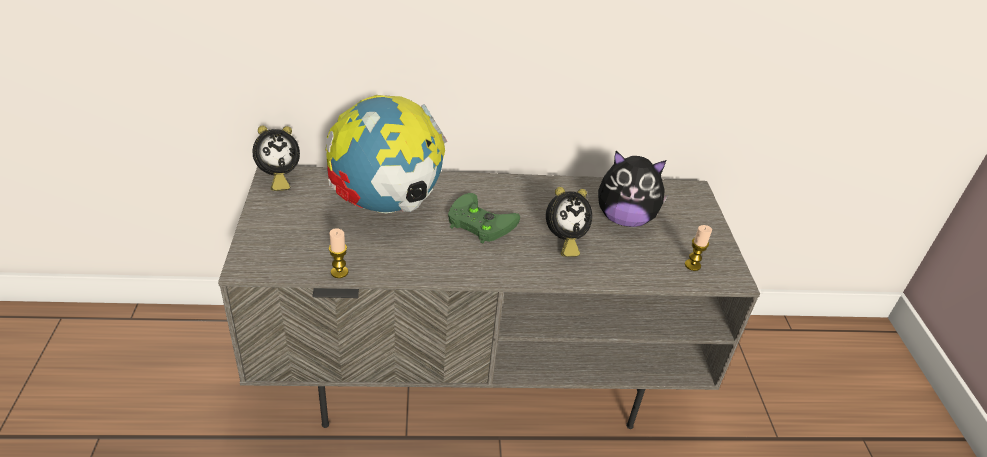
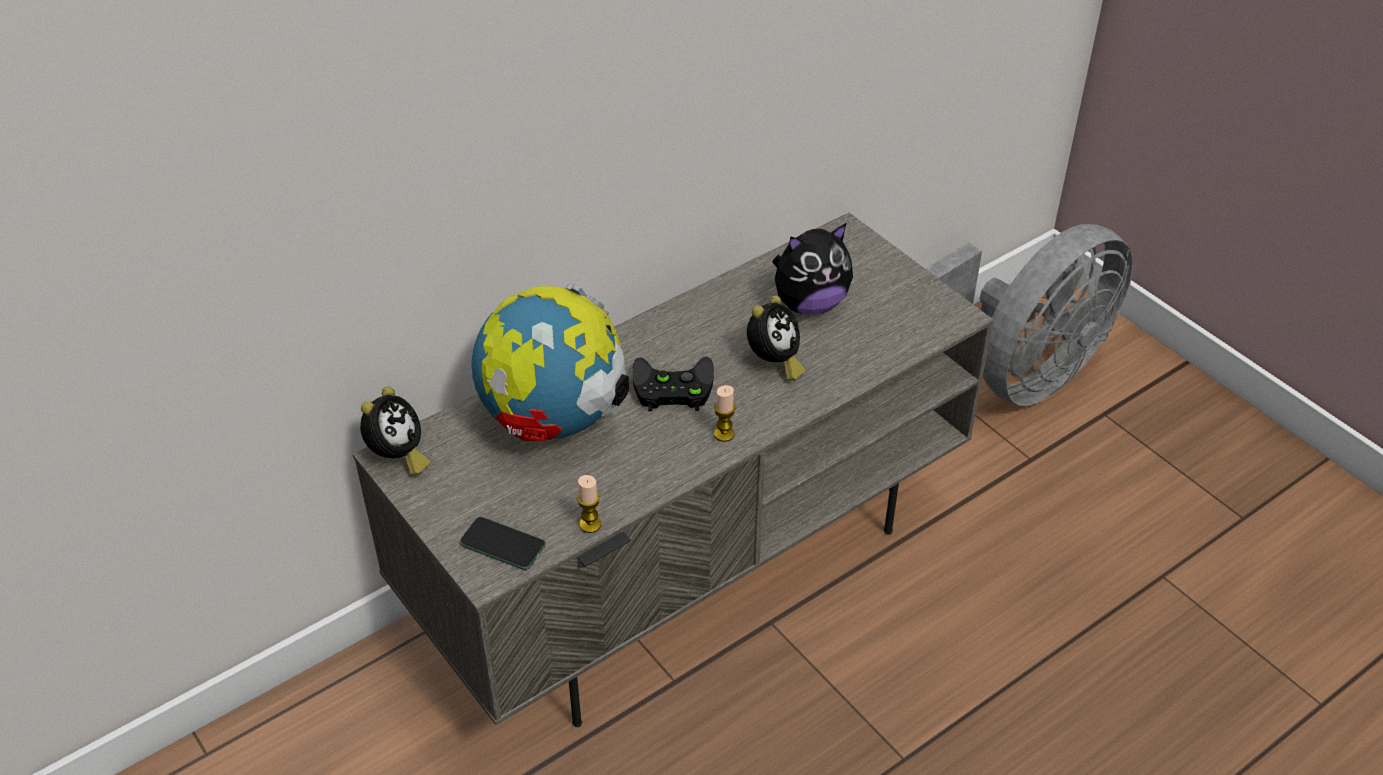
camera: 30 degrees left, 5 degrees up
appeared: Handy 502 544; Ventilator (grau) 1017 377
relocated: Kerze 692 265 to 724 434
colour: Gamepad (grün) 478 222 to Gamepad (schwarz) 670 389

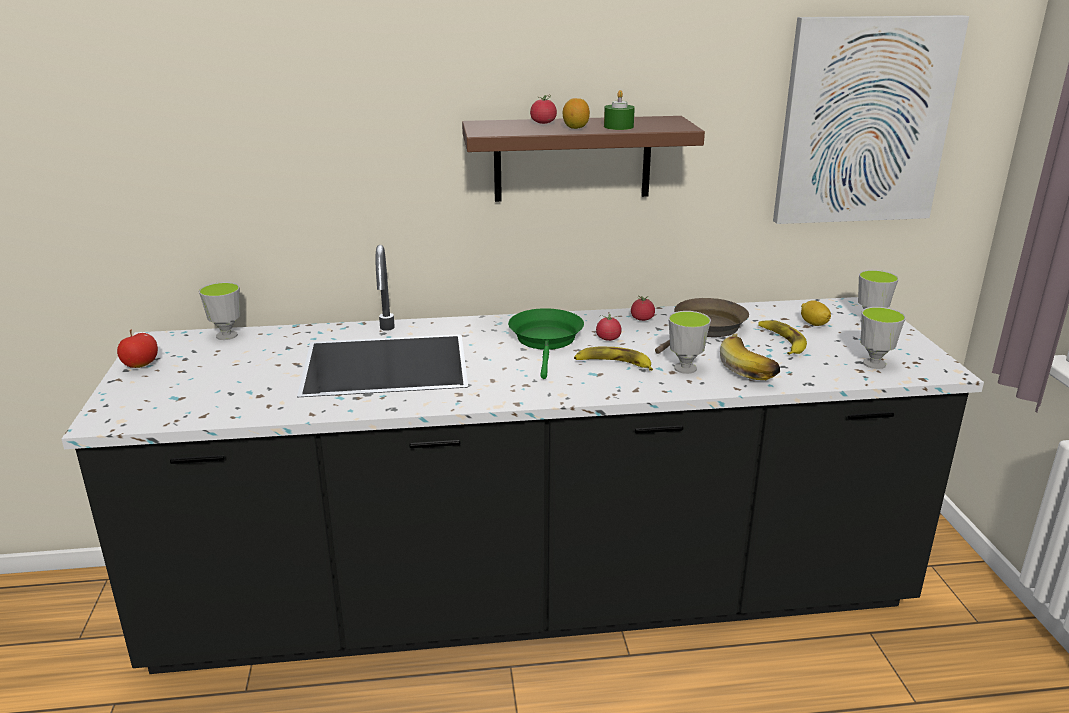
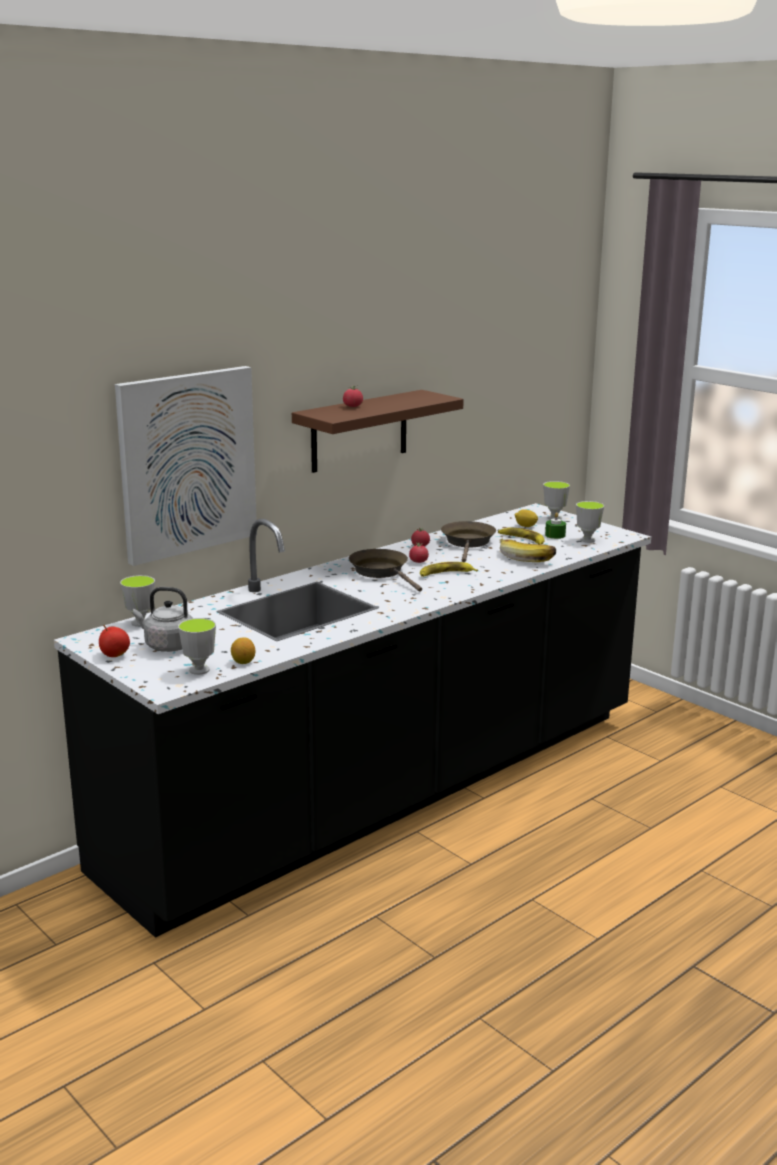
camera: 35 degrees left, 5 degrees down
appeared: Wasserkessel (grau) 167 646
relocated: Zitrone 575 128 to 243 662; Kerze (grün) 618 127 to 555 535; Tasse 685 368 to 199 670; Bild 864 121 to 187 463
colour: Pfanne (grün) 546 341 to Pfanne (braun) 382 572

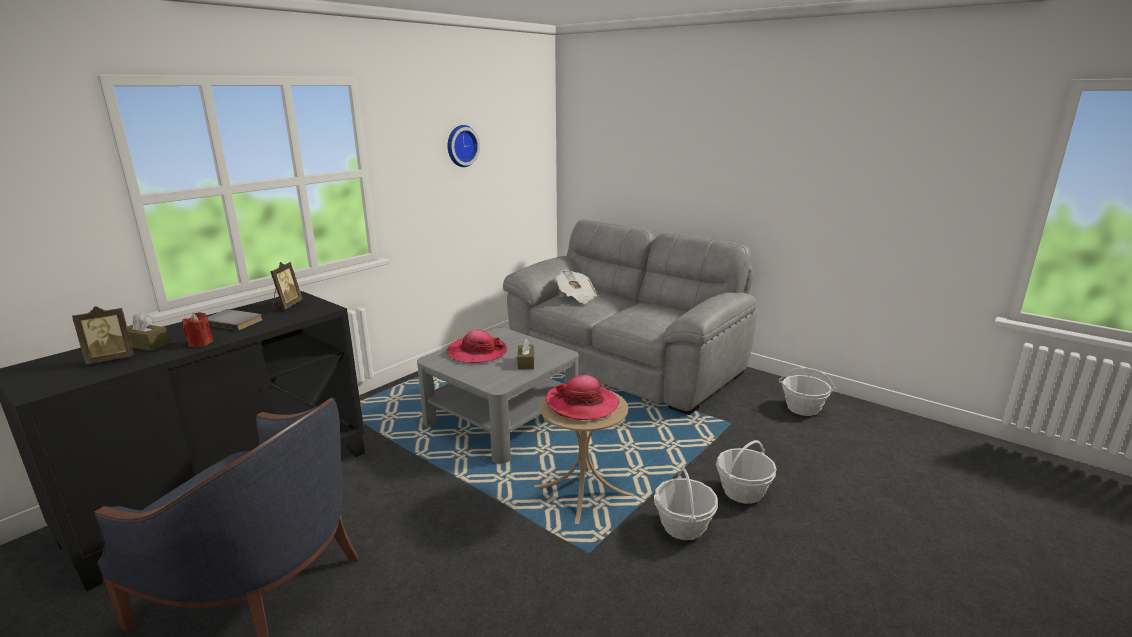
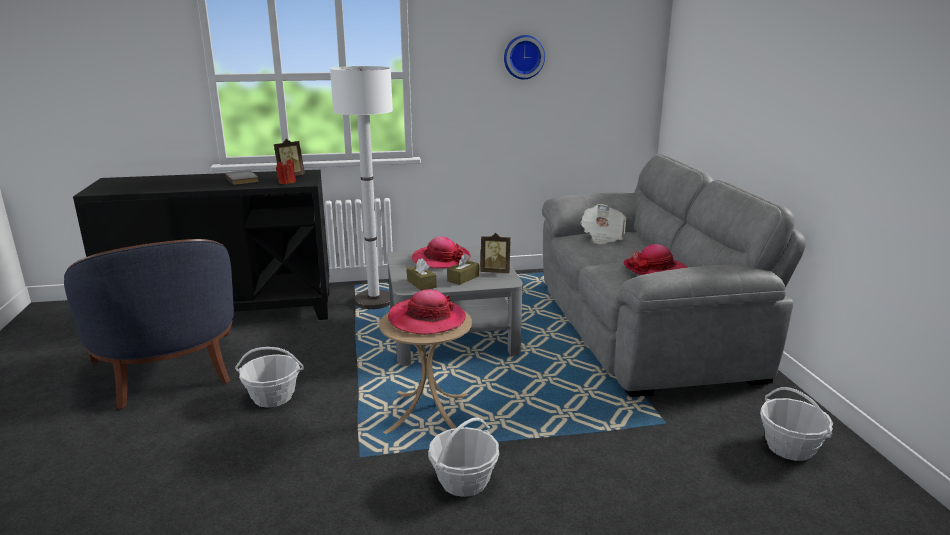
camera: 40 degrees right, 0 degrees up
appeared: Stehlampe (weiß) 374 301; Hut 655 270
relocated: Bilderrahmen 111 359 to 495 271; Taschentuchbox (braun) 146 344 to 421 284; Kerze (rot) 200 343 to 287 182; Korb 743 491 to 273 397

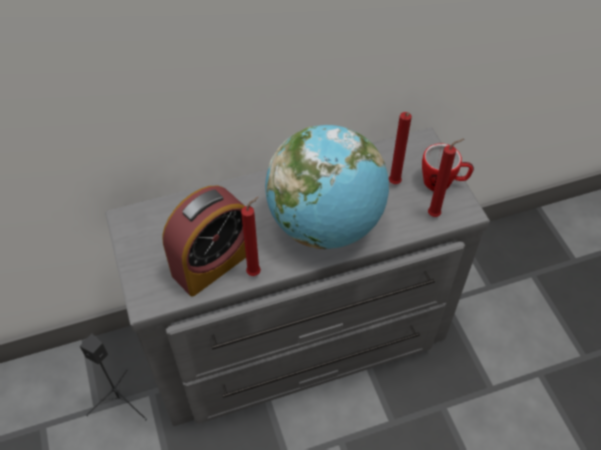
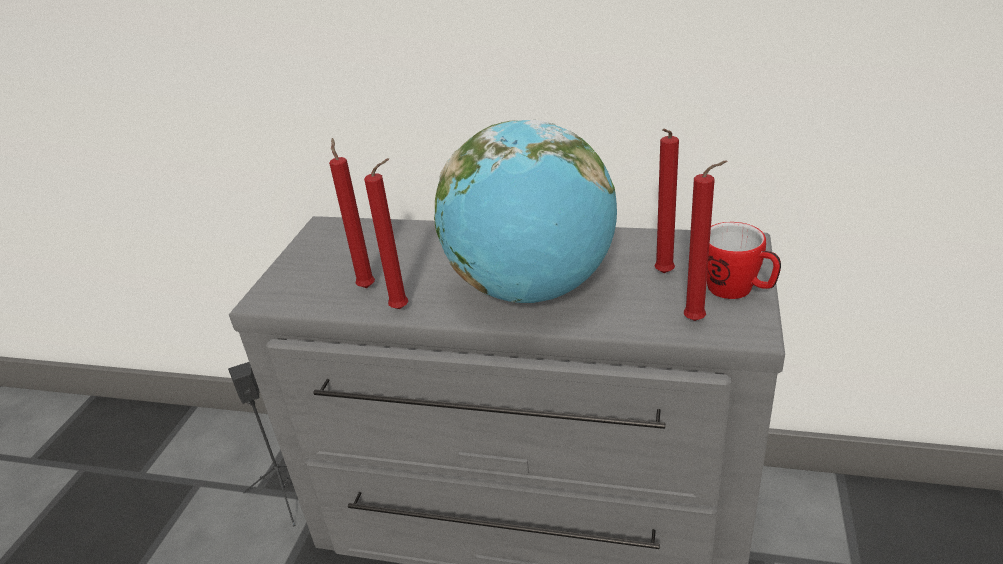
camera: 35 degrees right, 20 degrees down
exchanged: Wecker 213 262 to Kerze (rot) 366 286

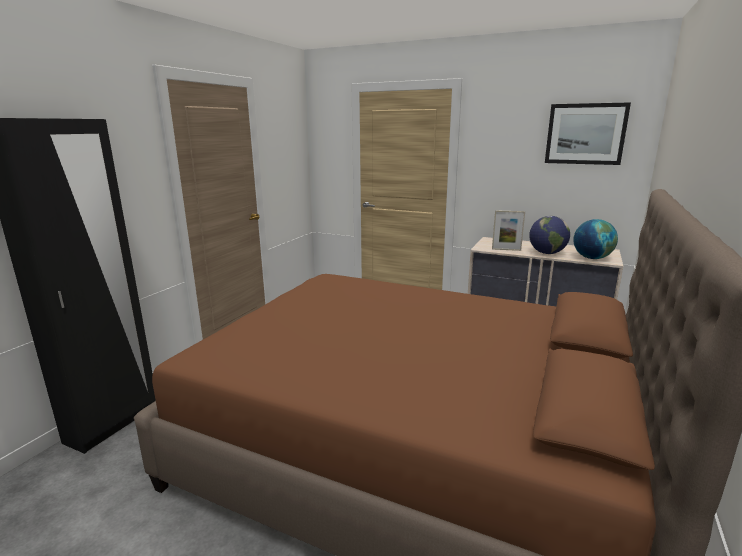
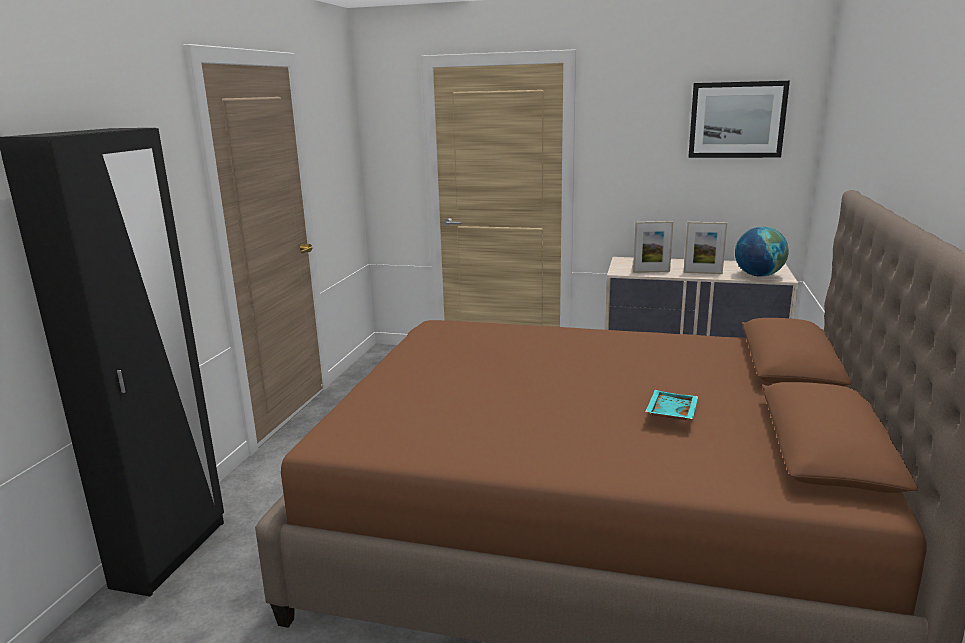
camera: 10 degrees left, 0 degrees up
appeared: Tablett (türkis) 670 414
exchanged: Globus 547 253 to Bilderrahmen 703 273

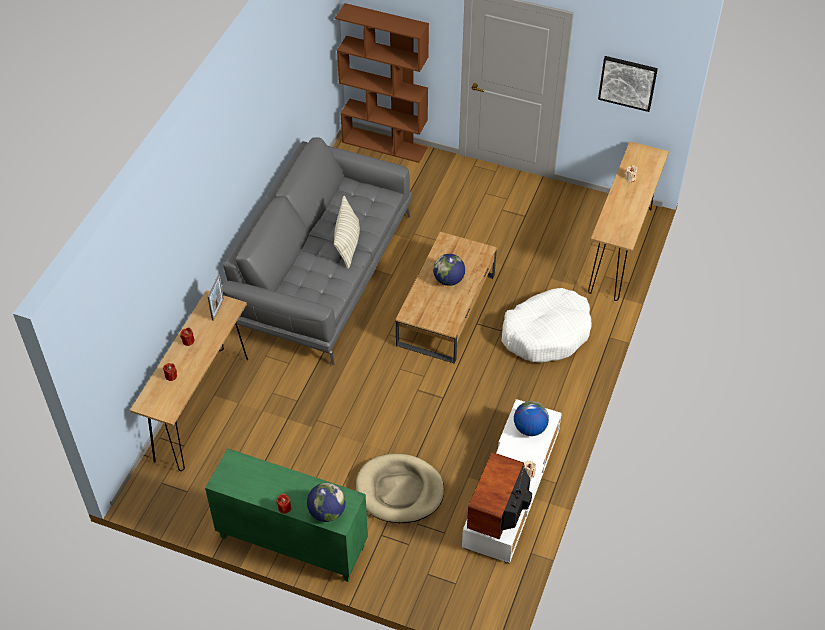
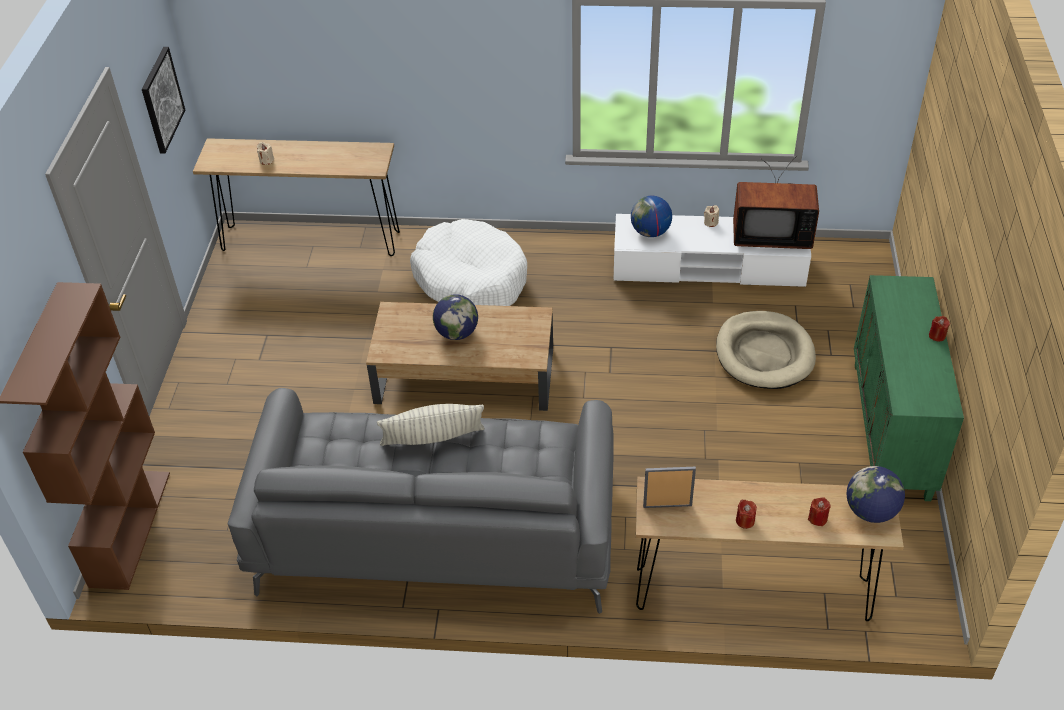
camera: 105 degrees left, 5 degrees down
relocated: Globus 327 512 to 871 511

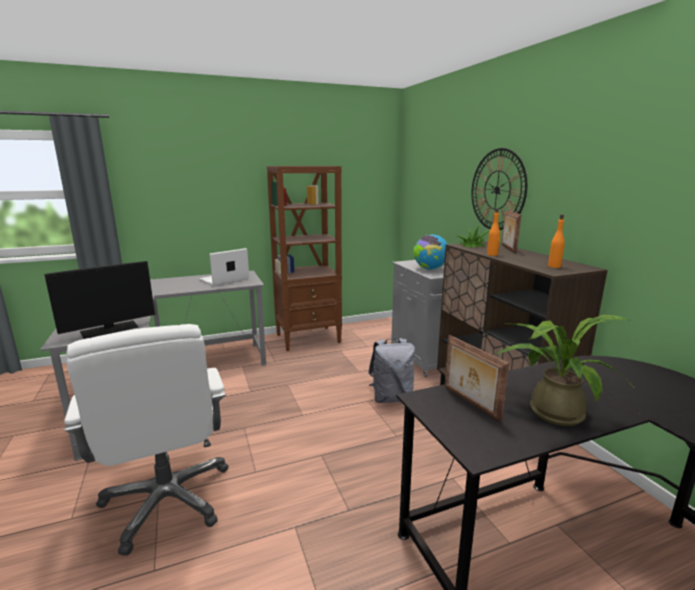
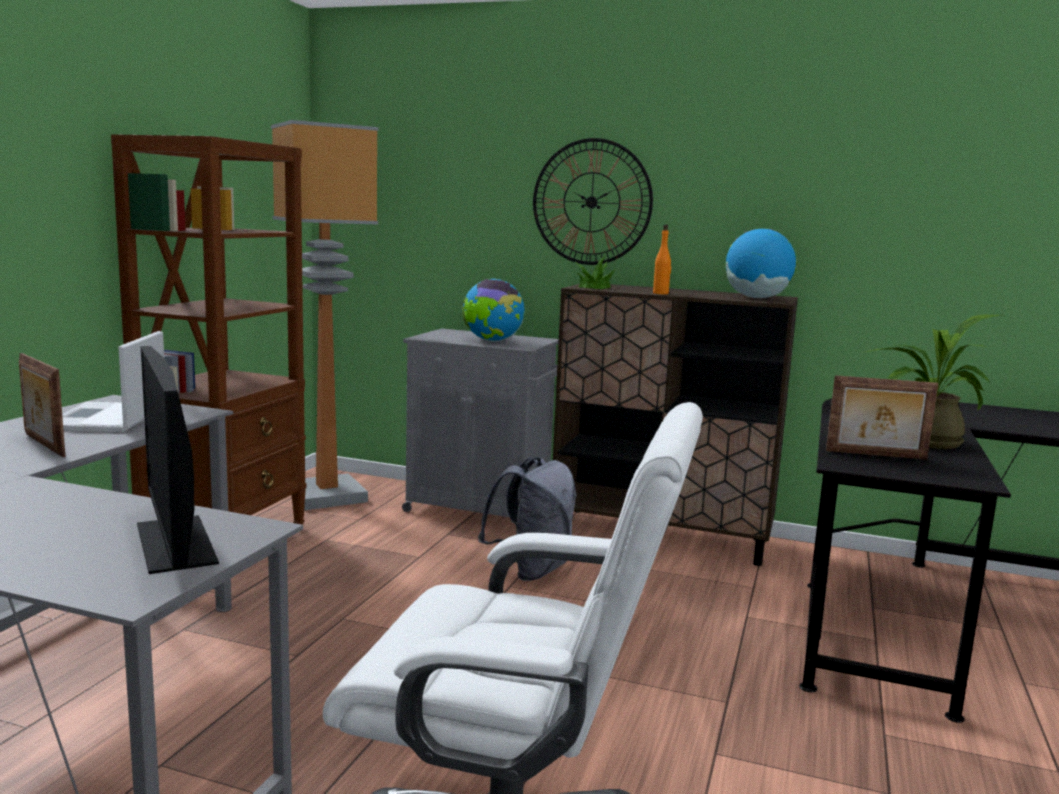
camera: 50 degrees left, 5 degrees down
appeared: Stehlampe 328 495
relocated: Bilderrahmen 508 249 to 42 445
exchanged: Flasche (orange) 554 266 to Globus 757 298
spun: Monitor 109 329 = 175 543 150 degrees clockwise

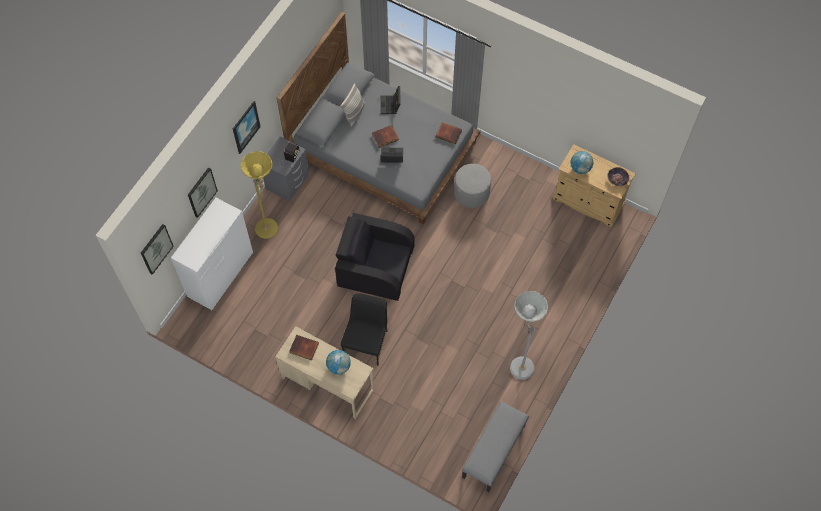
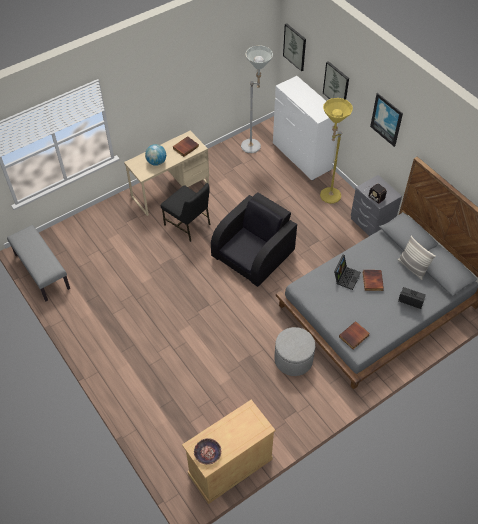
camera: 115 degrees right, 10 degrees down
missing: Globus 580 168
relocated: Stehlampe (grau) 519 364 to 255 146

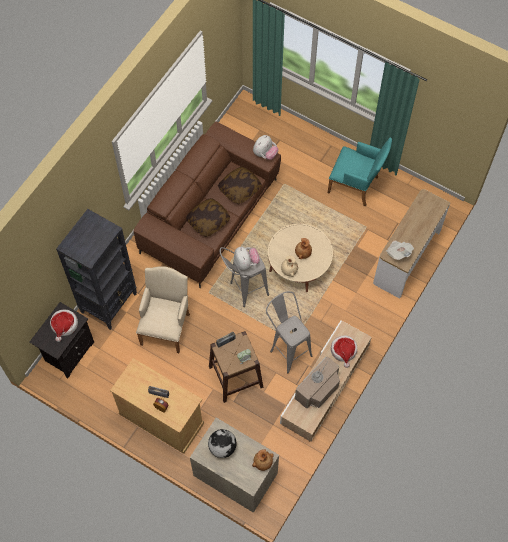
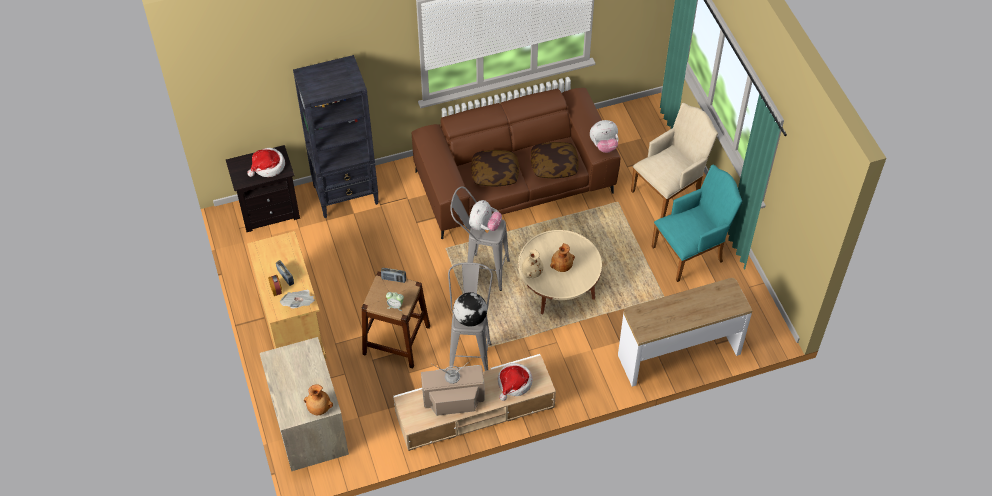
camera: 40 degrees right, 10 degrees down
relocated: Sessel (beige) 166 326 to 669 191; Globus 222 447 to 470 318; Zeitung 398 252 to 299 304
spun: Sessel (türkis) 356 186 = 691 252 90 degrees counterclockwise

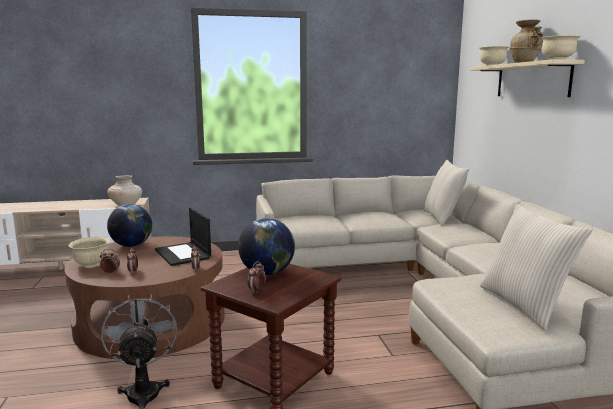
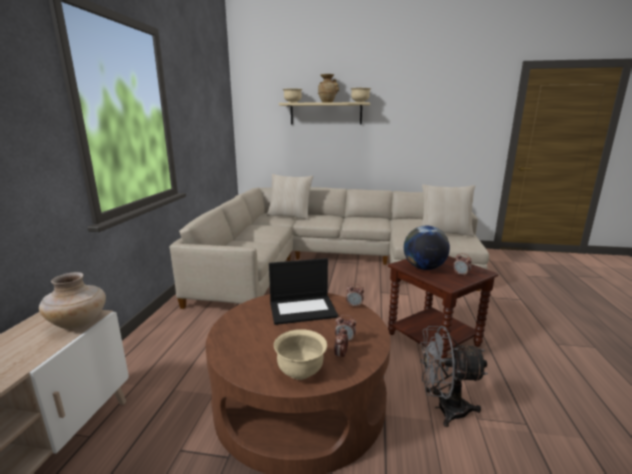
camera: 70 degrees left, 5 degrees up
missing: Globus 131 245

